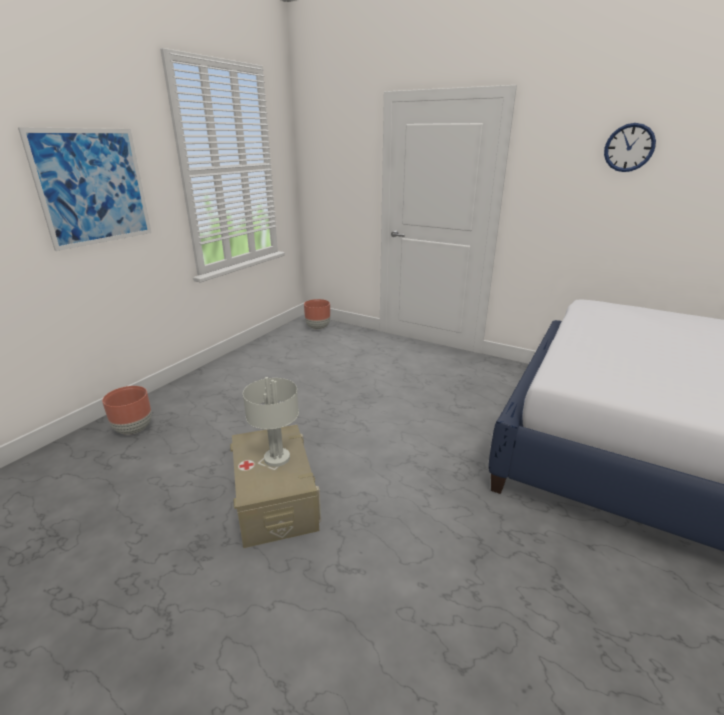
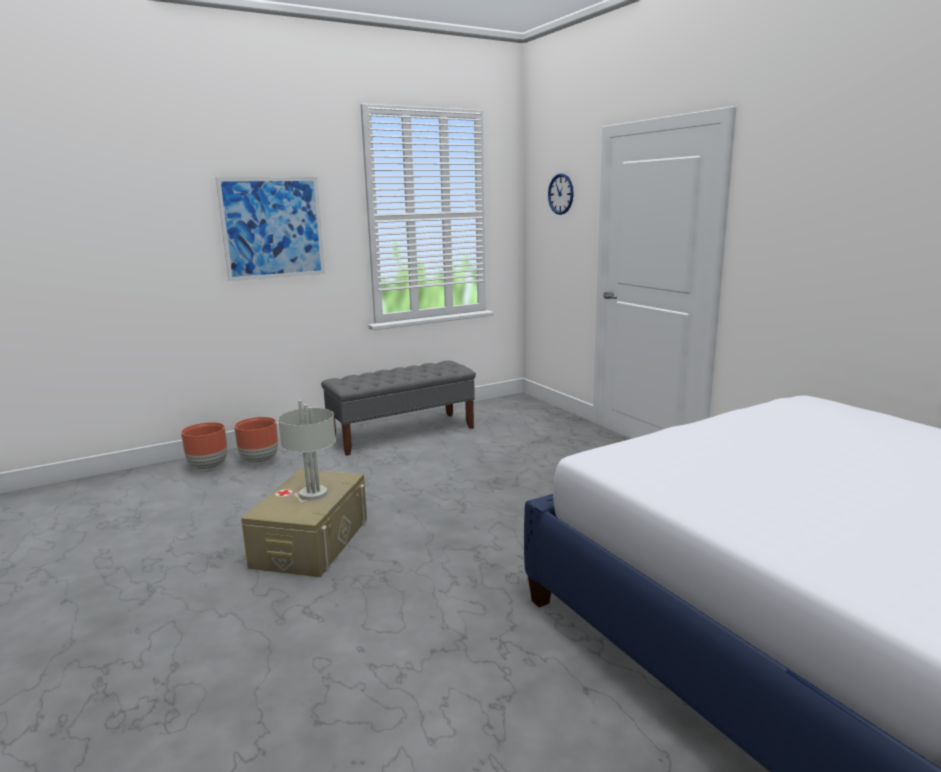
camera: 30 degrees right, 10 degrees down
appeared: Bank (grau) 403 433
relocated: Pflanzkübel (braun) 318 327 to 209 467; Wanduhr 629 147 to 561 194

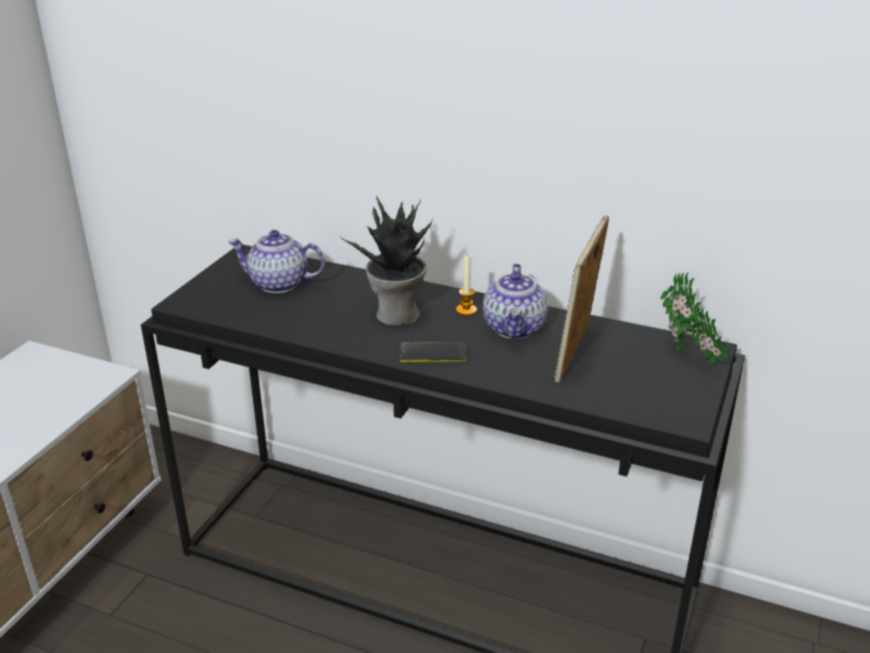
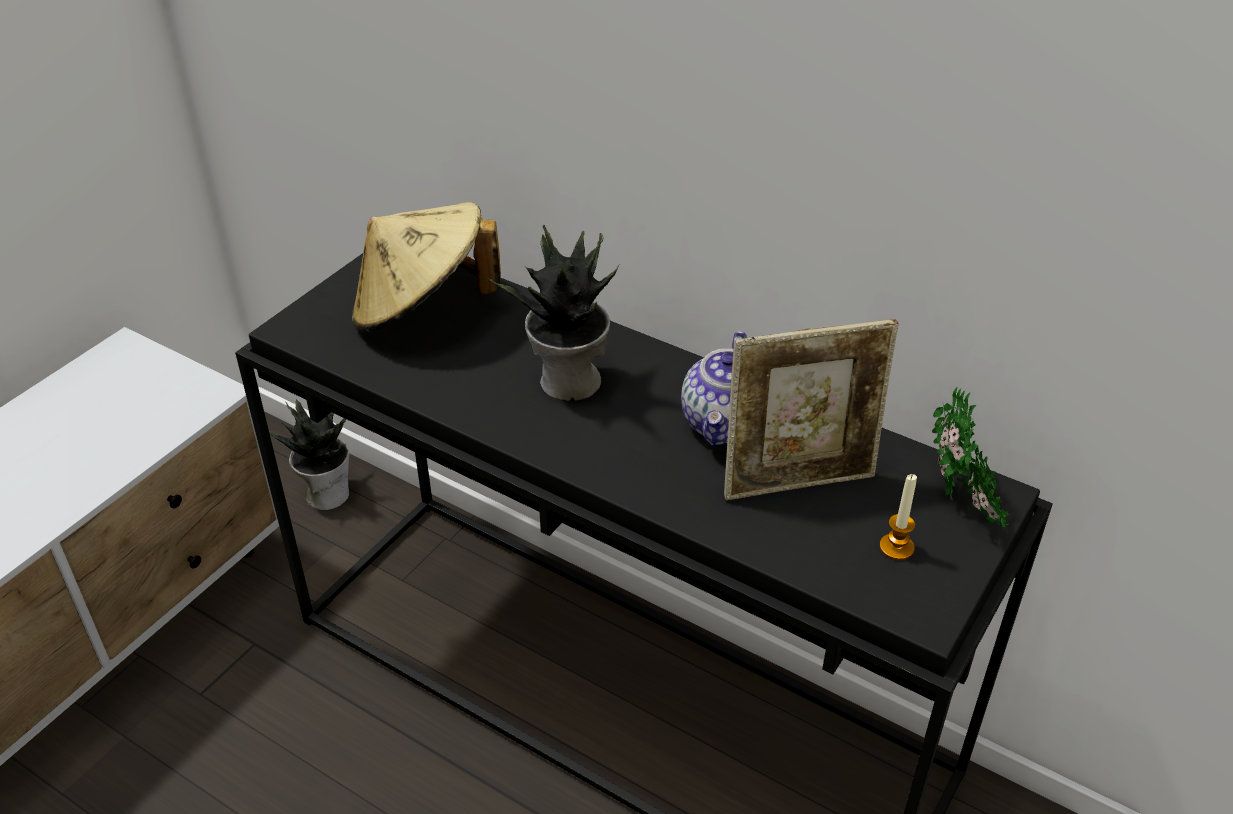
camera: 10 degrees right, 10 degrees up
missing: Handy 433 353
appeared: Topfpflanze 327 493
relocated: Kerze 466 310 to 896 547
exchanged: Teekanne 278 284 to Hut (beige) 423 310
spun: Bilderrahmen 576 355 = 799 482 135 degrees counterclockwise

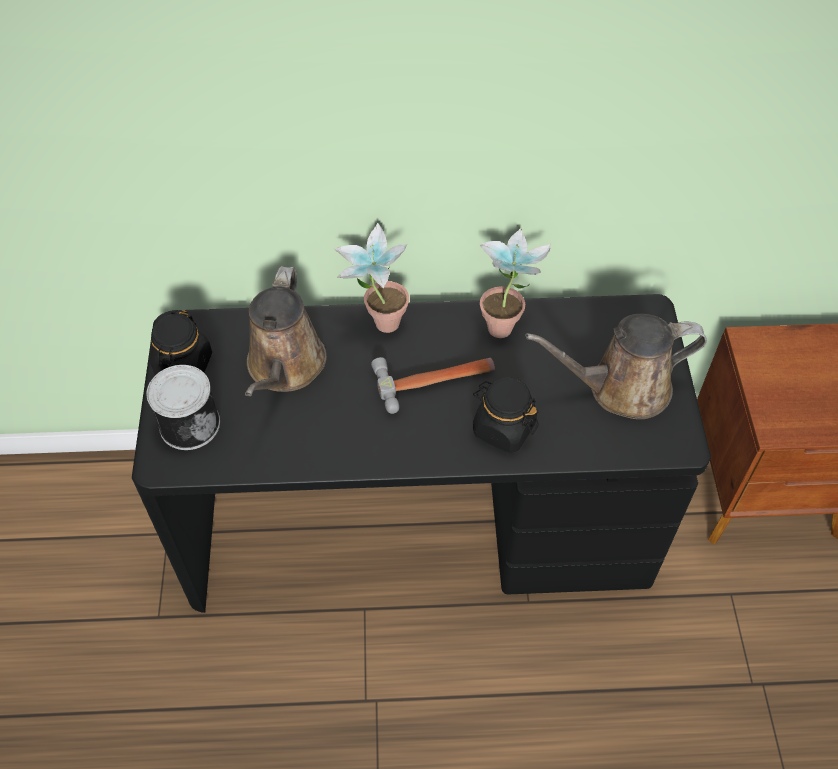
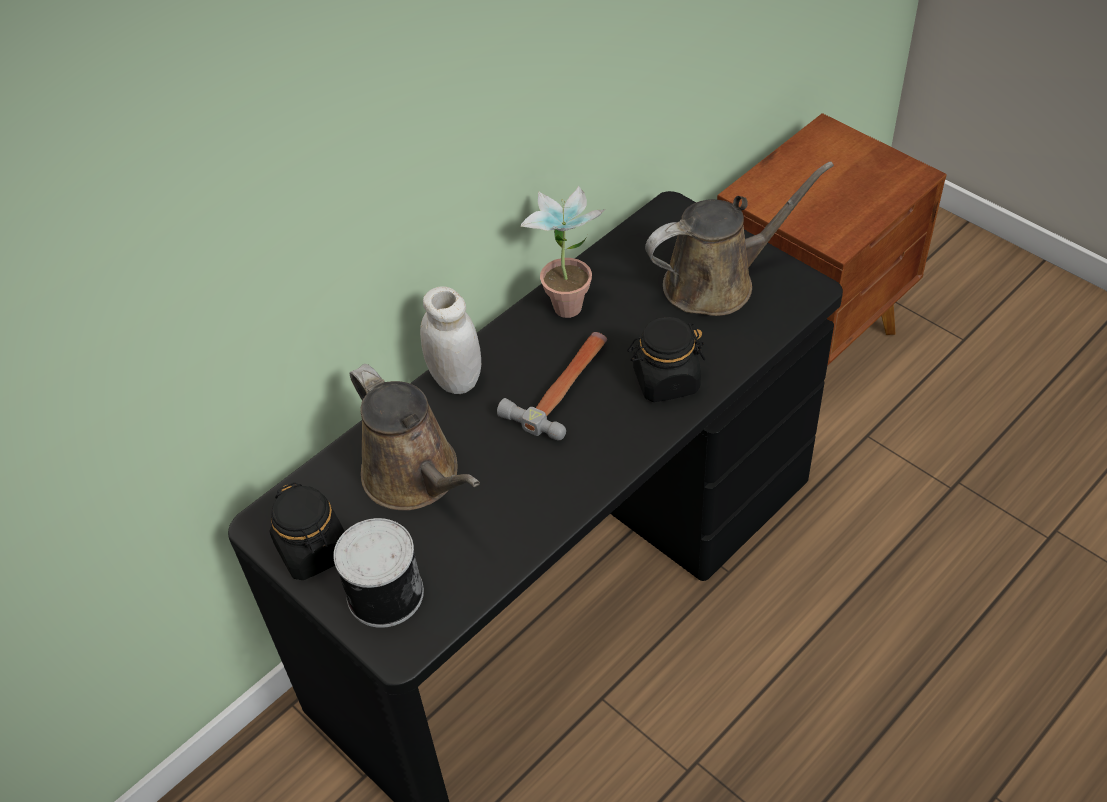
camera: 40 degrees left, 5 degrees down
exchanged: Topfpflanze 377 323 to Vorratsglas (weiß) 456 379
spun: Gießkanne (braun) 621 388 = 717 282 150 degrees counterclockwise

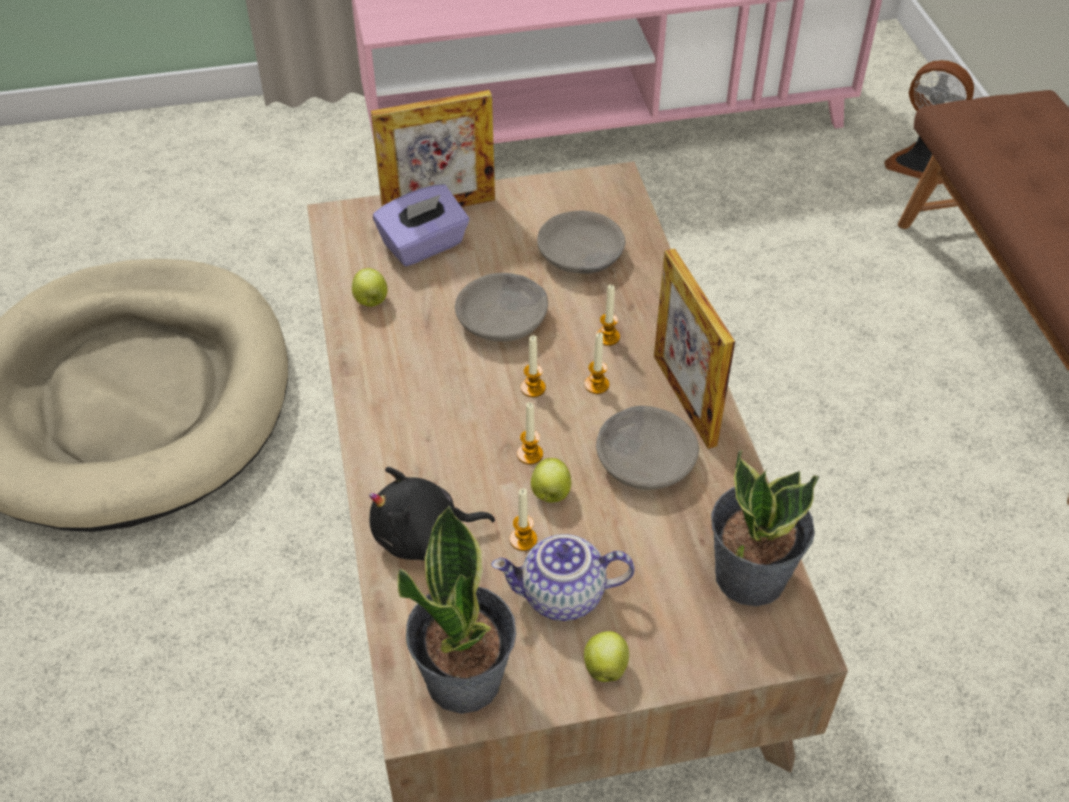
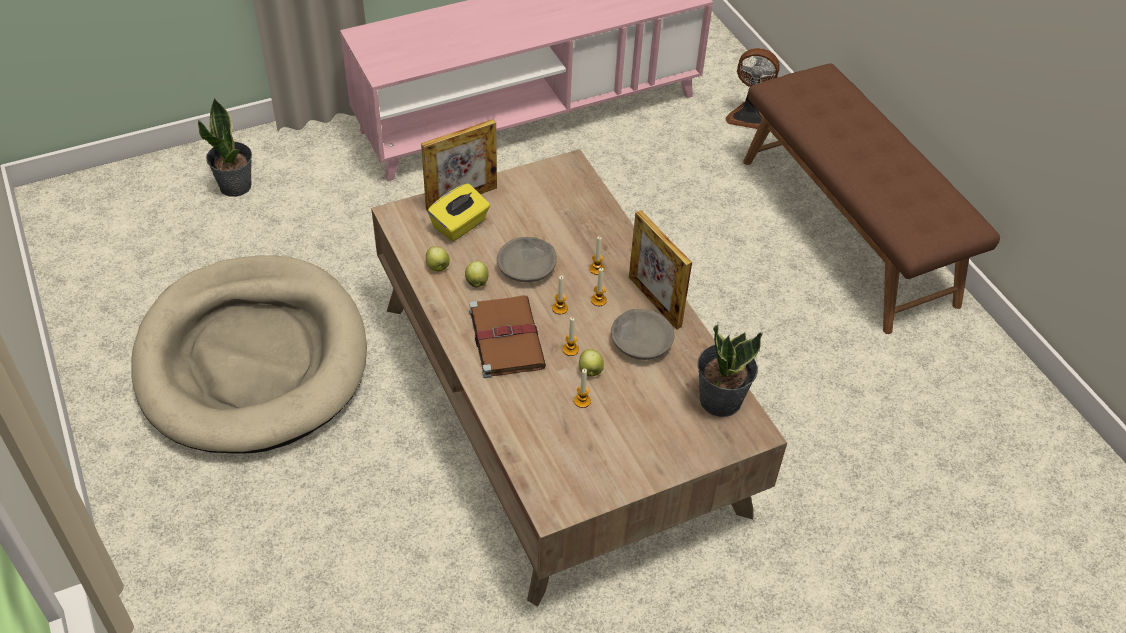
camera: 15 degrees left, 0 degrees up
missing: Plüschtier (schwarz) 423 536; Teekanne 562 597; Schüssel (grau) 581 255
appeared: Buch (braun) 505 337
relocated: Topfpflanze 465 679 to 236 186; Apfel 605 667 to 477 282
colour: Taschentuchbox (lila) 424 245 to Taschentuchbox (gelb) 460 225

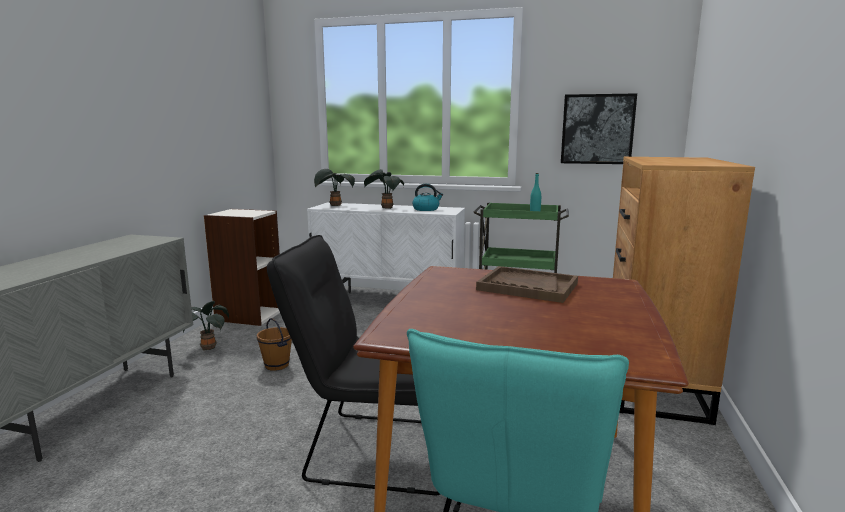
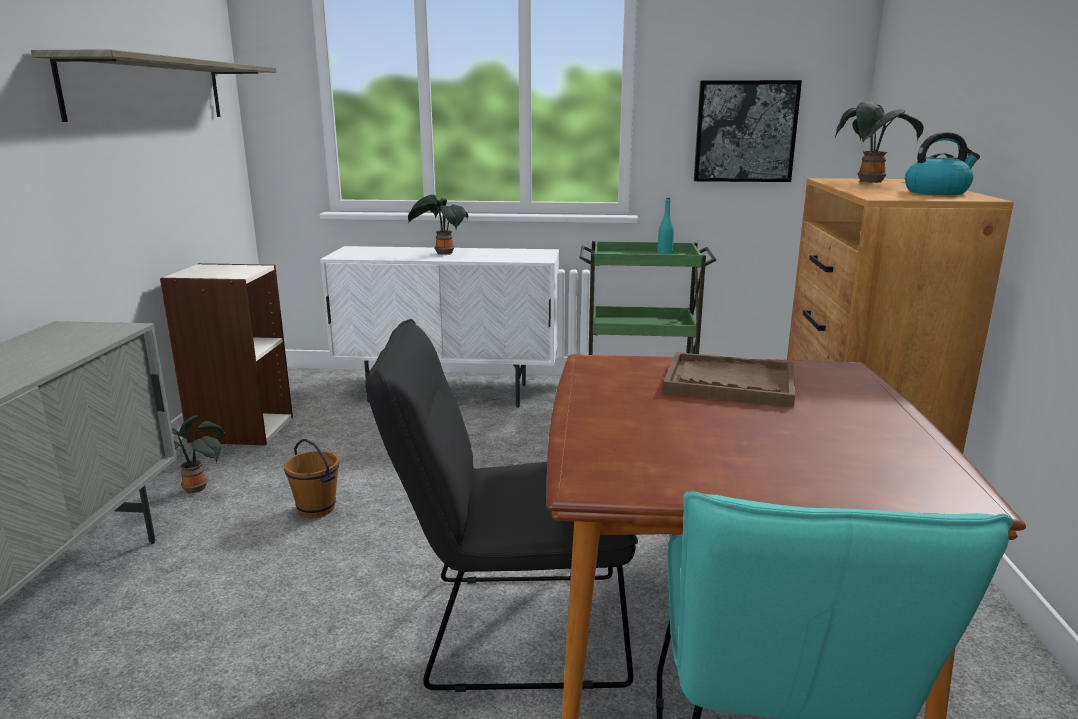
camera: 10 degrees left, 5 degrees up
appeared: Wandregal 149 90
relocated: Topfpflanze 334 205 to 870 183; Wasserkessel 426 209 to 937 192

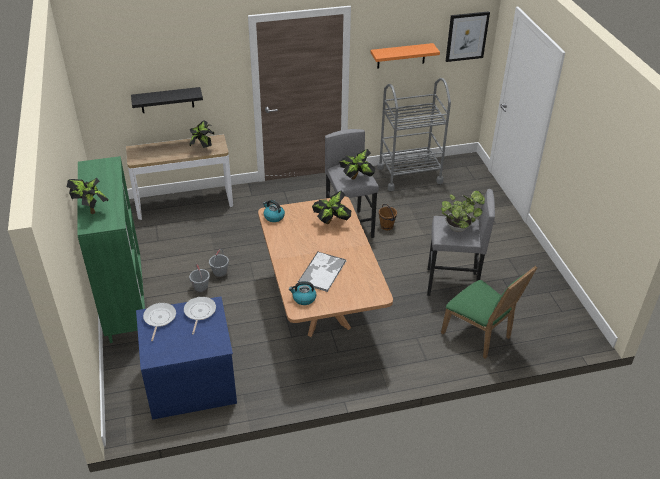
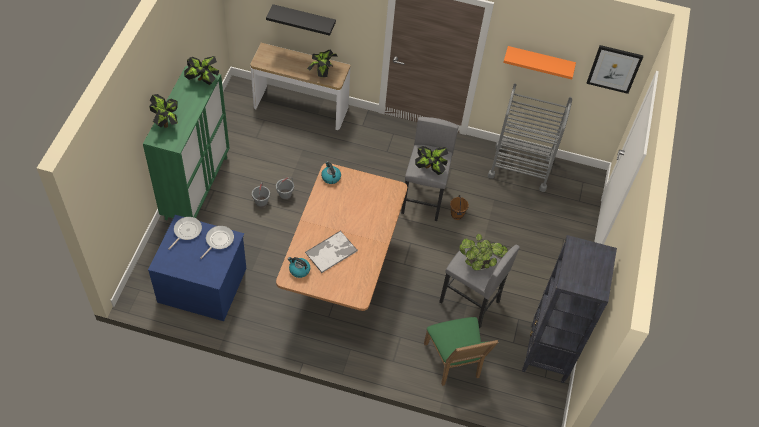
camera: 25 degrees right, 15 degrees up
appeared: Bücherregal (schwarz) 547 354
relocated: Topfpflanze 332 222 to 203 81

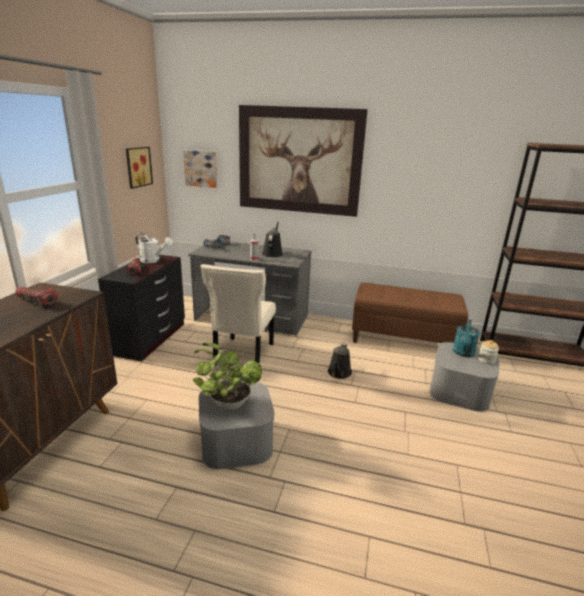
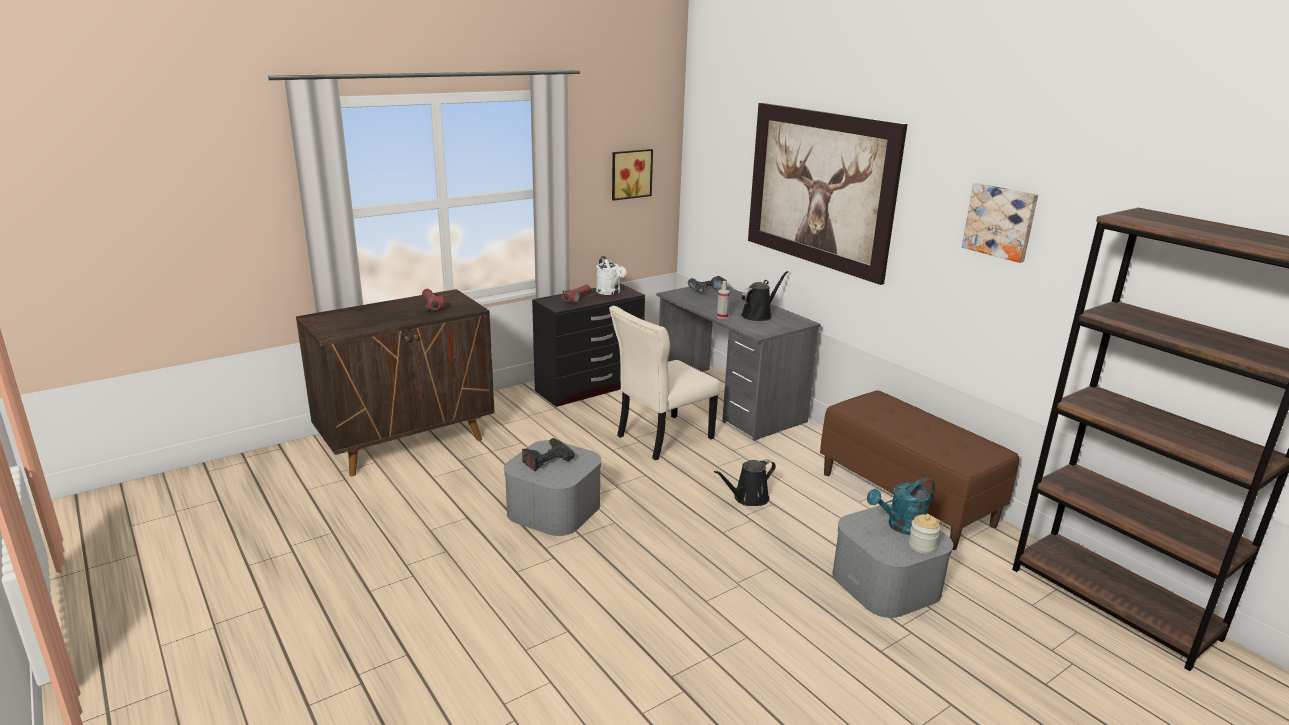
camera: 40 degrees right, 0 degrees up
relocated: Bild 201 168 to 1000 221
exchanged: Topfpflanze 227 403 to Bohrmaschine 546 459

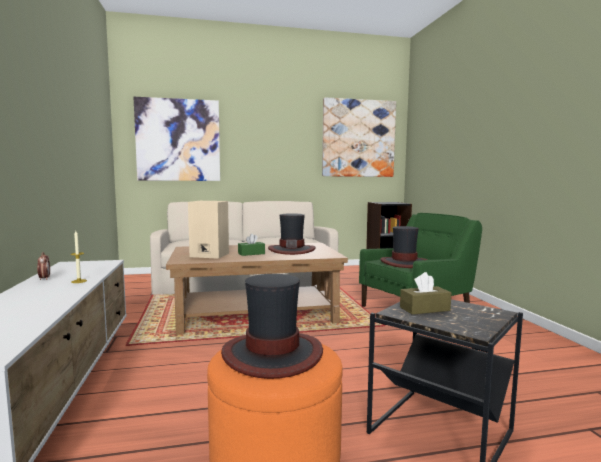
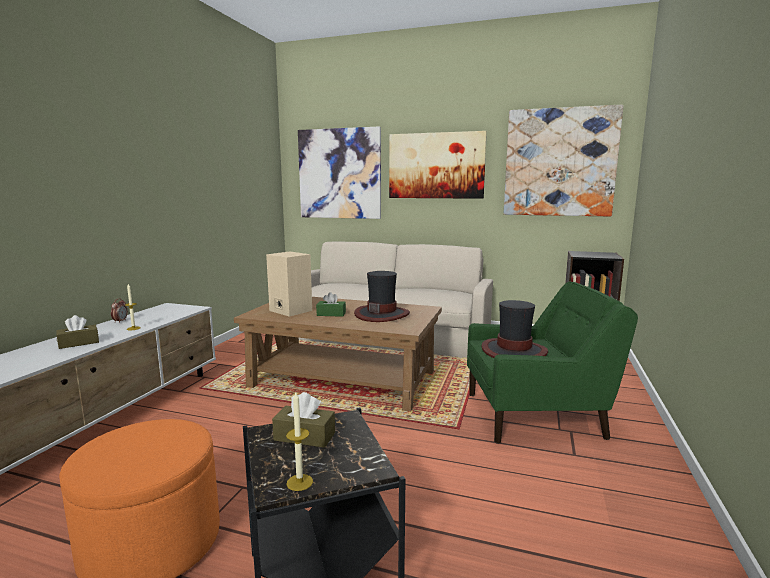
camera: 30 degrees right, 5 degrees up
missing: Hut 272 354
appeared: Taschentuchbox (braun) 79 343; Kerze 299 482; Bild 436 166

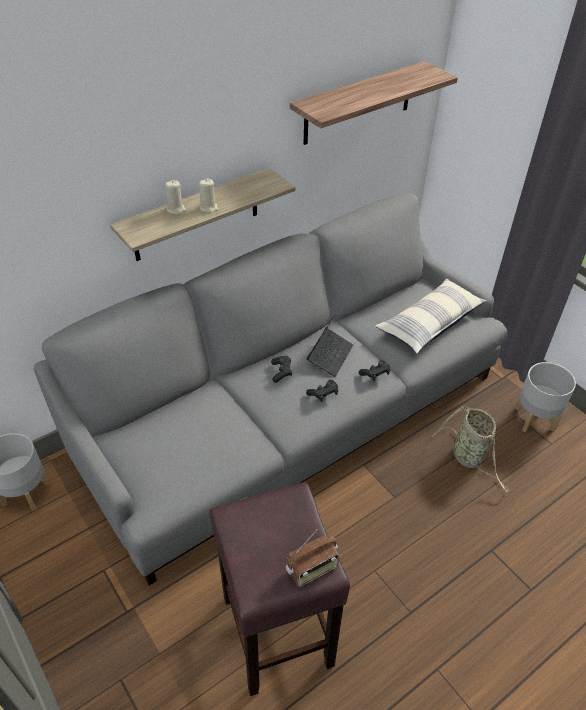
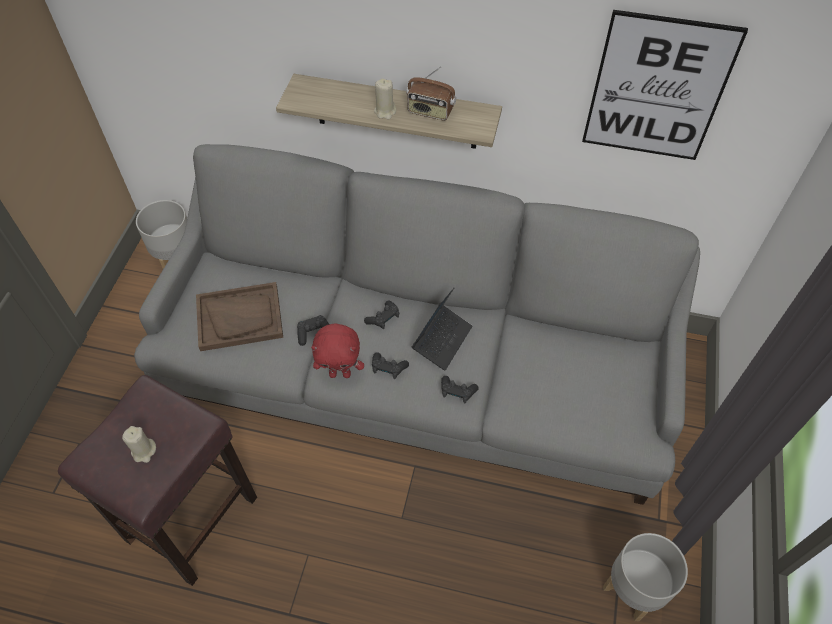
camera: 50 degrees right, 10 degrees up
missing: Kissen 430 323; Korb 469 458
appeared: Tablett (braun) 240 317; Gamepad (schwarz) 314 333; Plüschtier (rot) 340 373
relocated: Kerze (beige) 176 209 to 144 451; Radio 312 569 to 430 112
exchanged: Wandregal 358 103 to Bild 657 89
spun: Laptop 330 355 = 442 340 45 degrees counterclockwise

